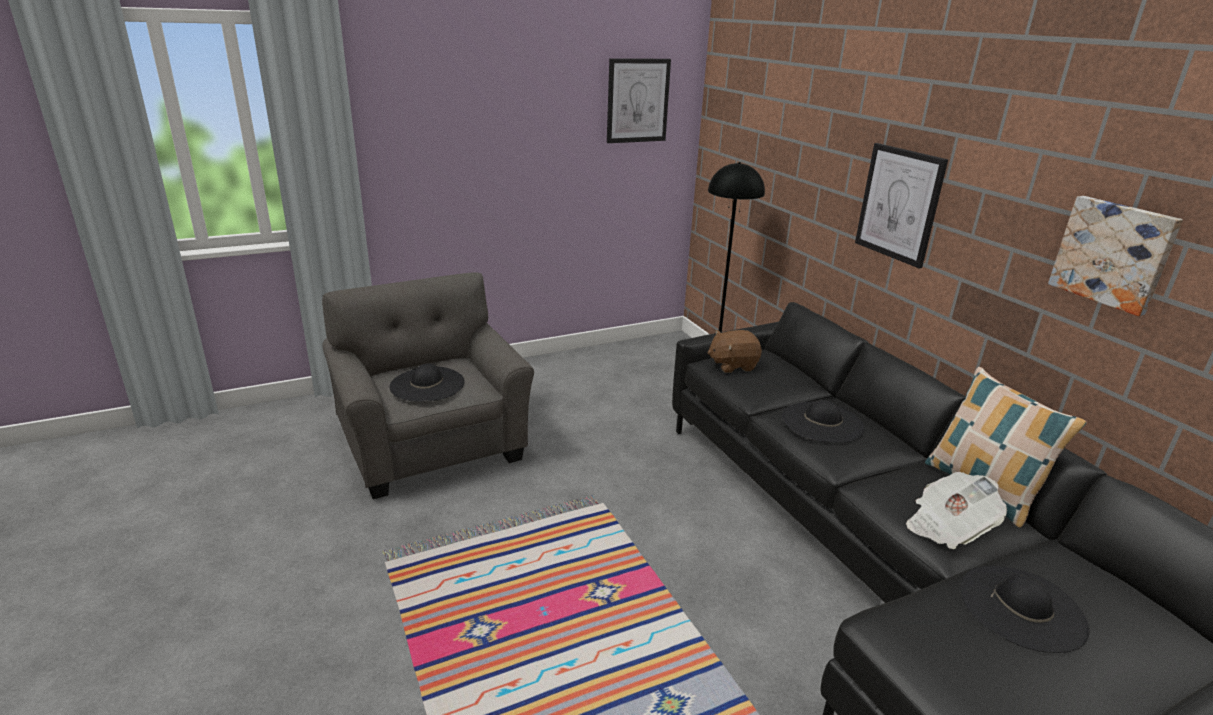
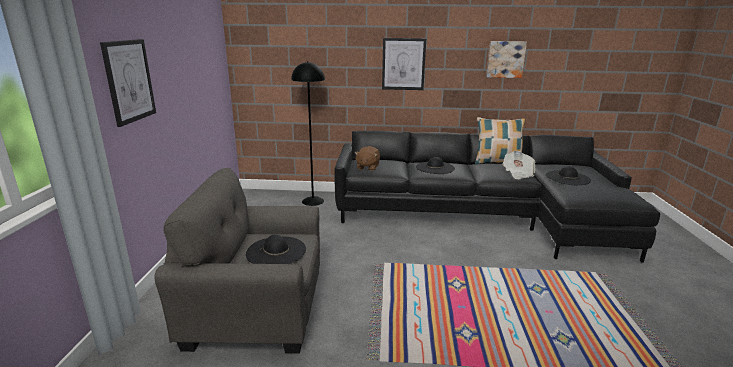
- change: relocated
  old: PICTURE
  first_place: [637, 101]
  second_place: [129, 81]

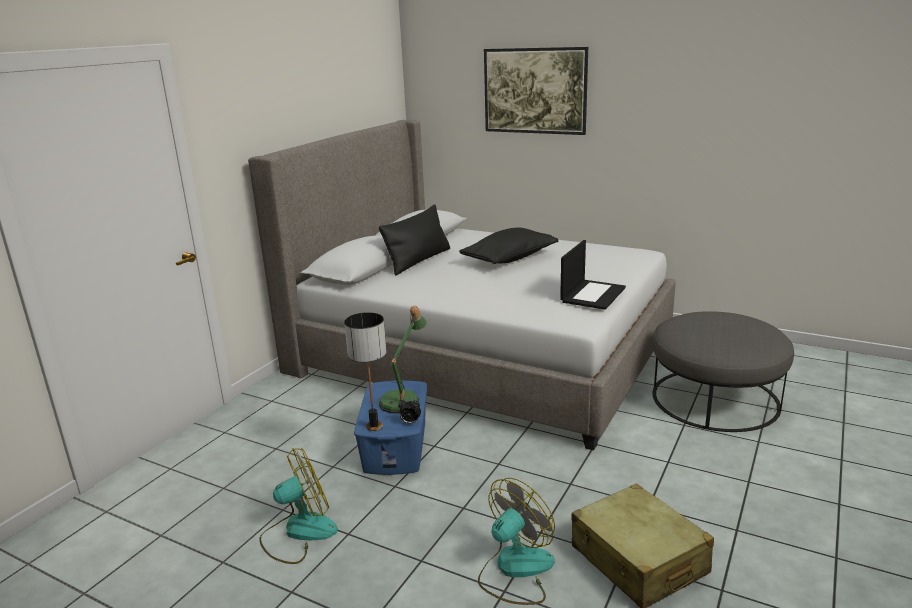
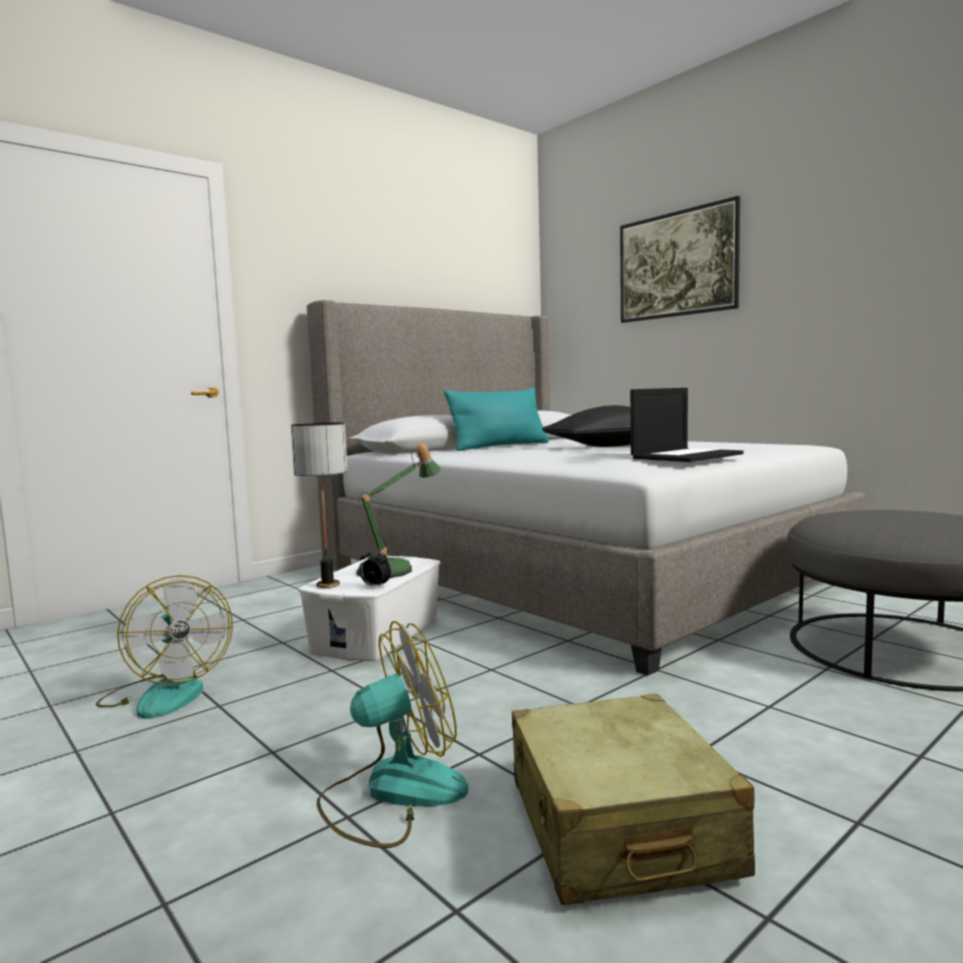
- change: colour
  old: BLUE STORAGE BOX
  new: WHITE STORAGE BOX
  first_place: [396, 445]
  second_place: [378, 634]
- change: colour
  old: BLACK PILLOW
  new: TURQUOISE PILLOW
  first_place: [418, 260]
  second_place: [500, 446]
- change: spun
  old: FAN
  first_place: [298, 532]
  second_place: [166, 694]
  degrees: 60

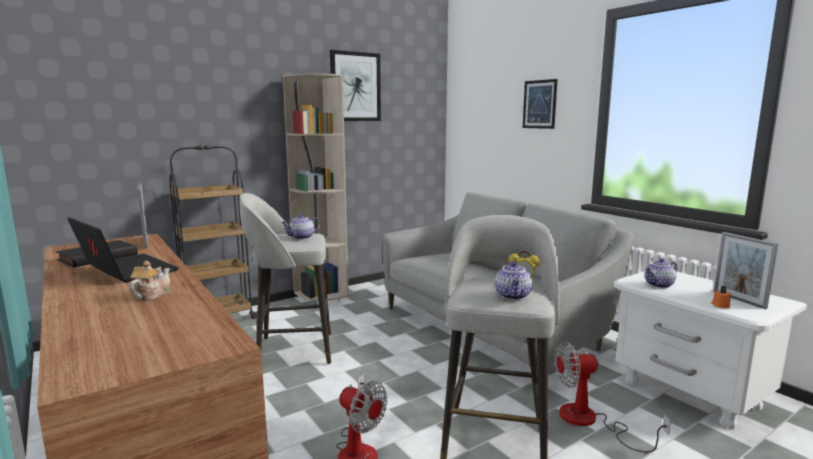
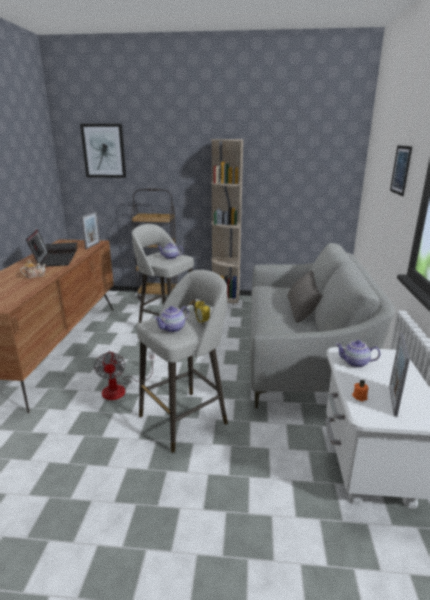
- change: missing
  old: FAN
  first_place: [590, 421]
- change: relocated
  old: PICTURE
  first_place: [355, 87]
  second_place: [104, 151]

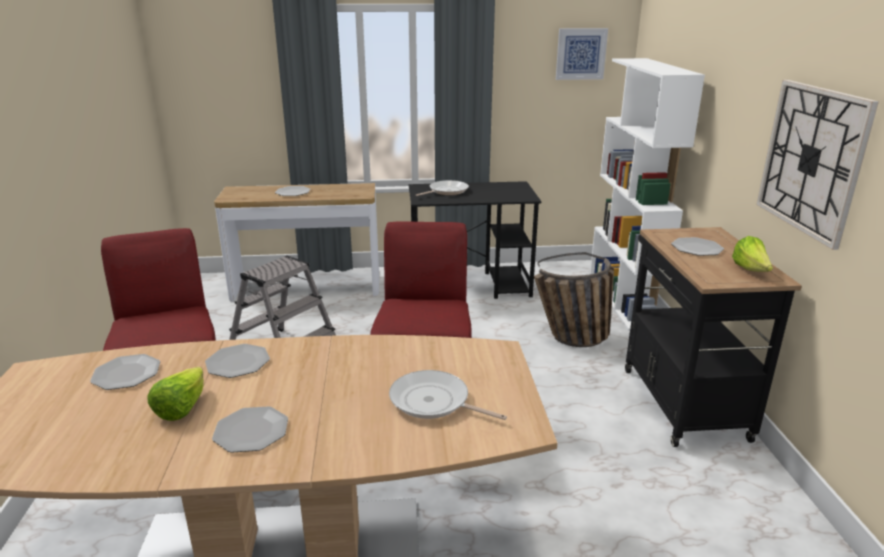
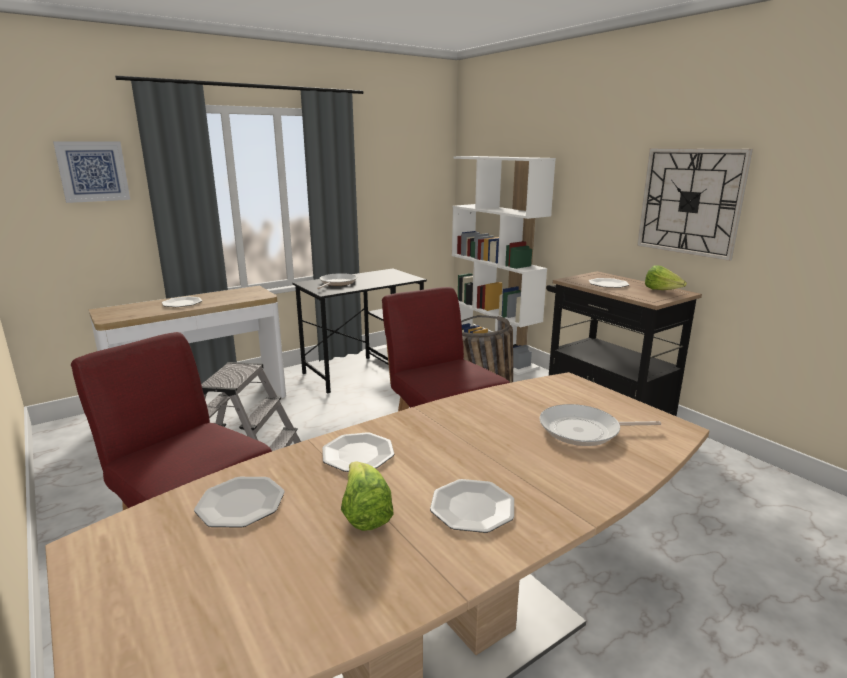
- change: relocated
  old: PICTURE
  first_place: [581, 54]
  second_place: [93, 171]

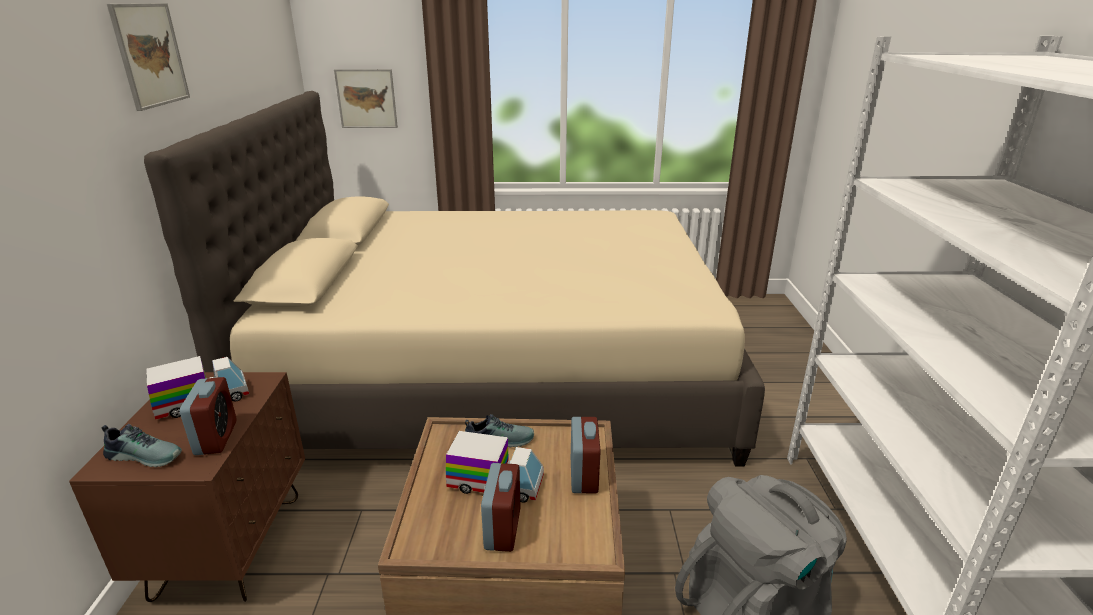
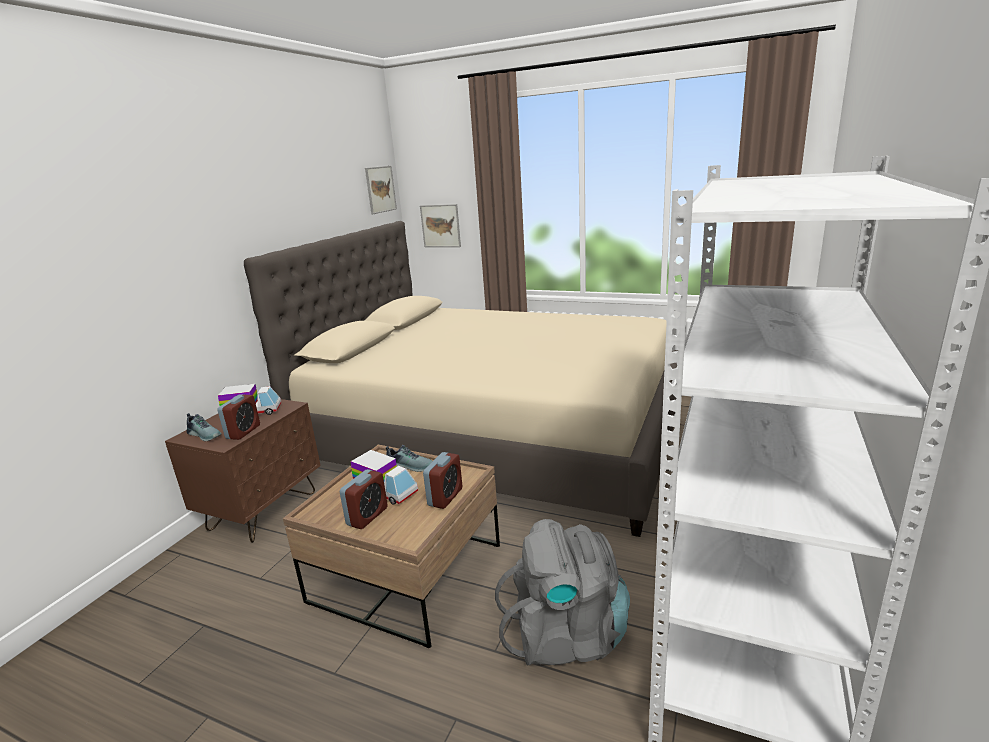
- change: relocated
  old: PICTURE
  first_place: [150, 55]
  second_place: [380, 189]

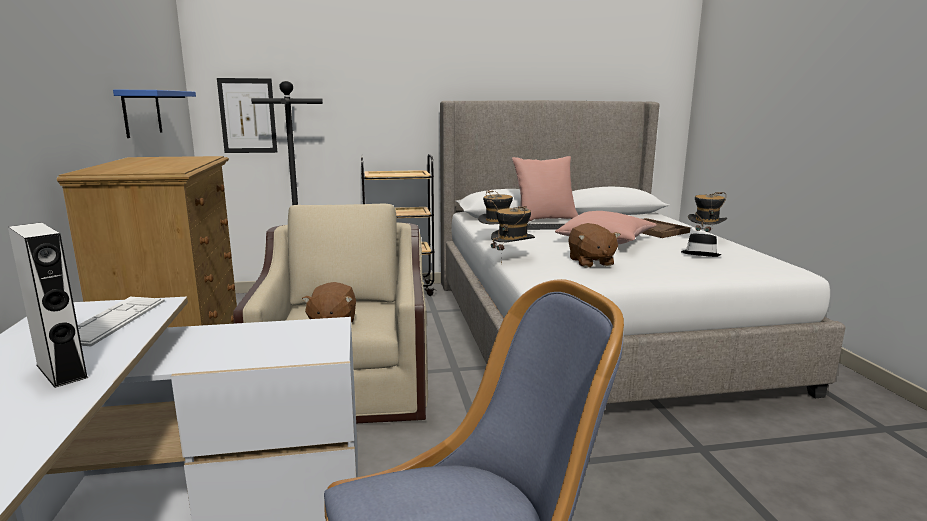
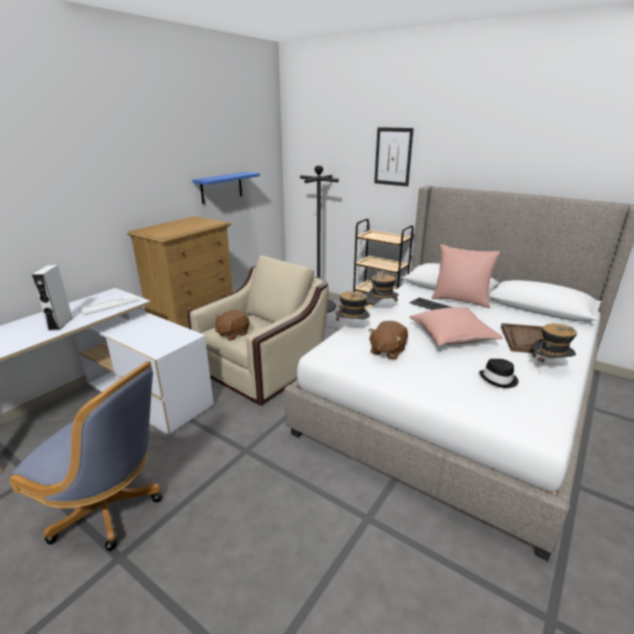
- change: relocated
  old: PICTURE
  first_place: [248, 116]
  second_place: [393, 157]

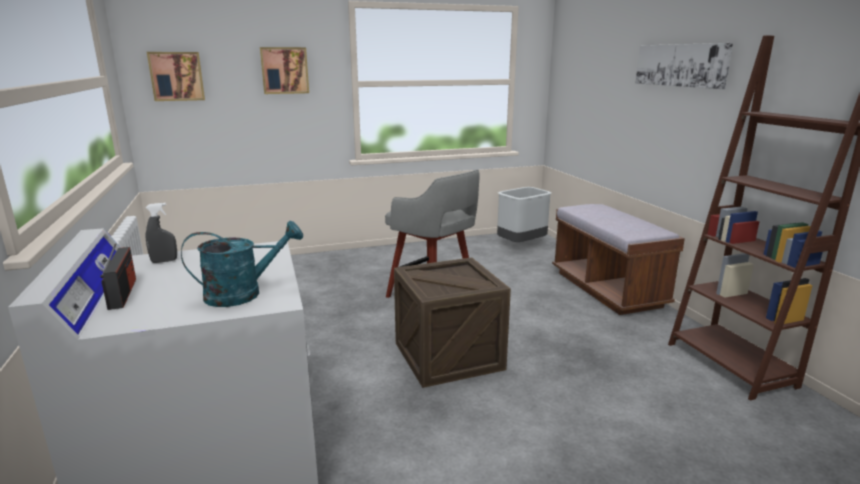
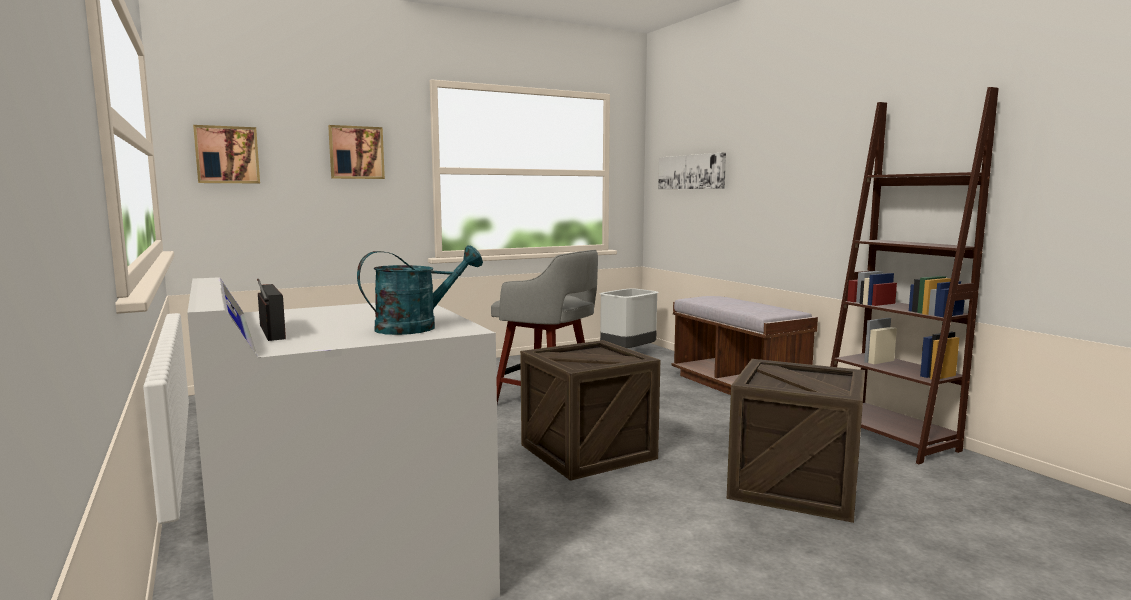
- change: missing
  old: GREY SPRAY BOTTLE
  first_place: [164, 261]
- change: appeared
  new: CRATE
  second_place: [794, 486]
- change: relocated
  old: PICTURE
  first_place: [681, 65]
  second_place: [691, 172]

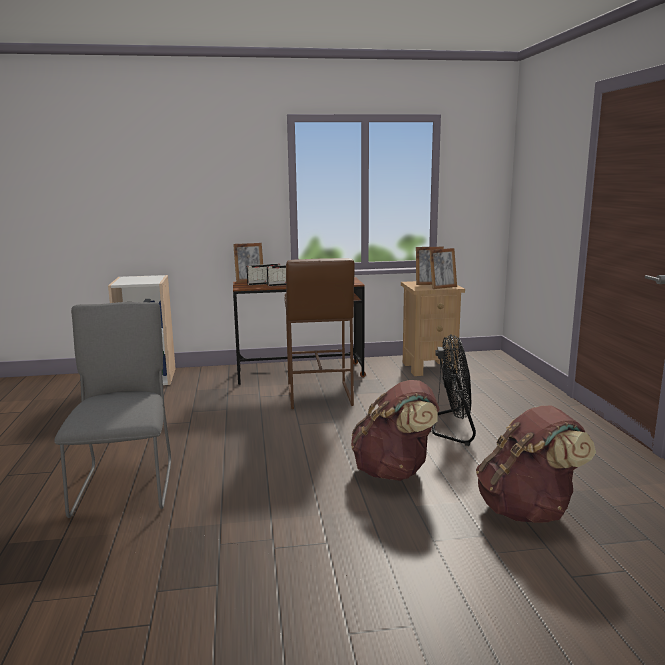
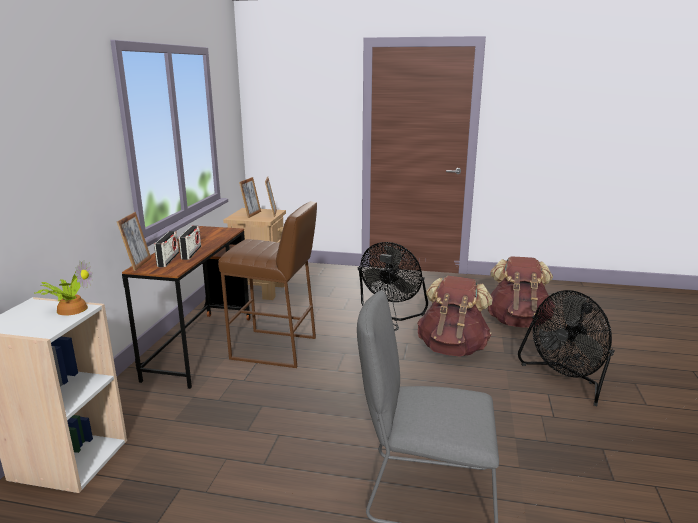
- change: appeared
  new: POTTED PLANT
  second_place: [71, 309]
- change: appeared
  new: BLACK FAN
  second_place: [565, 377]

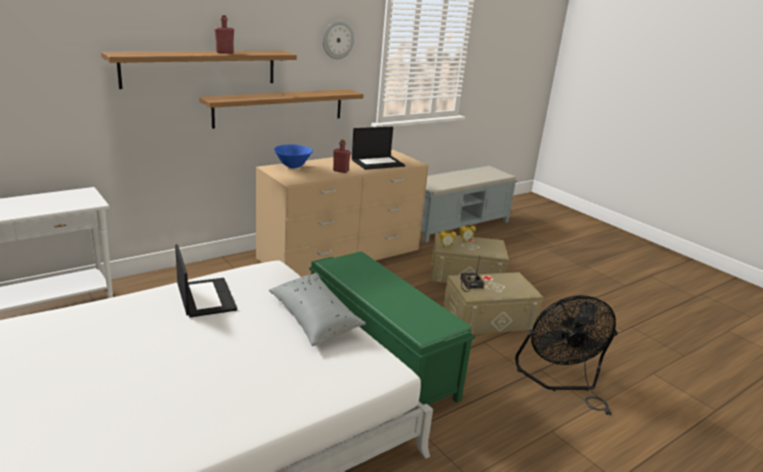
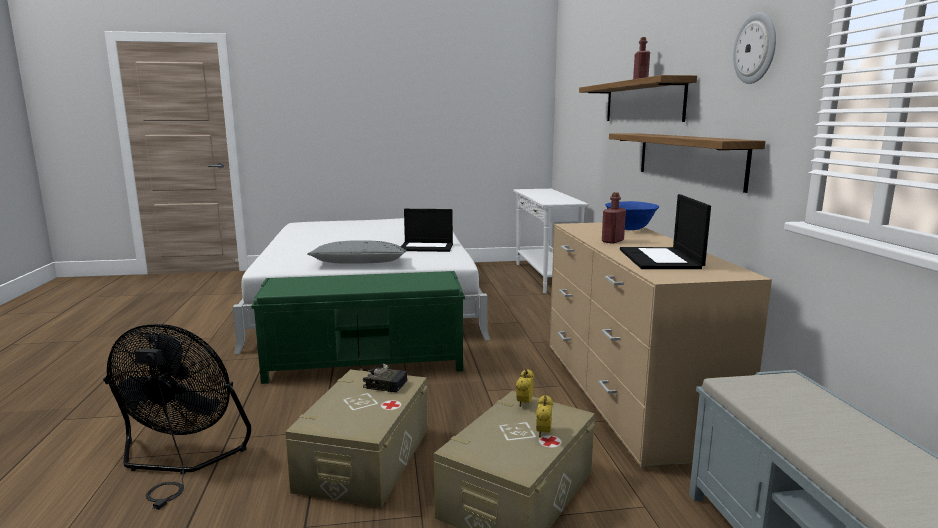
- change: spun
  old: BLACK FAN
  first_place: [568, 382]
  second_place: [175, 461]
  degrees: -105

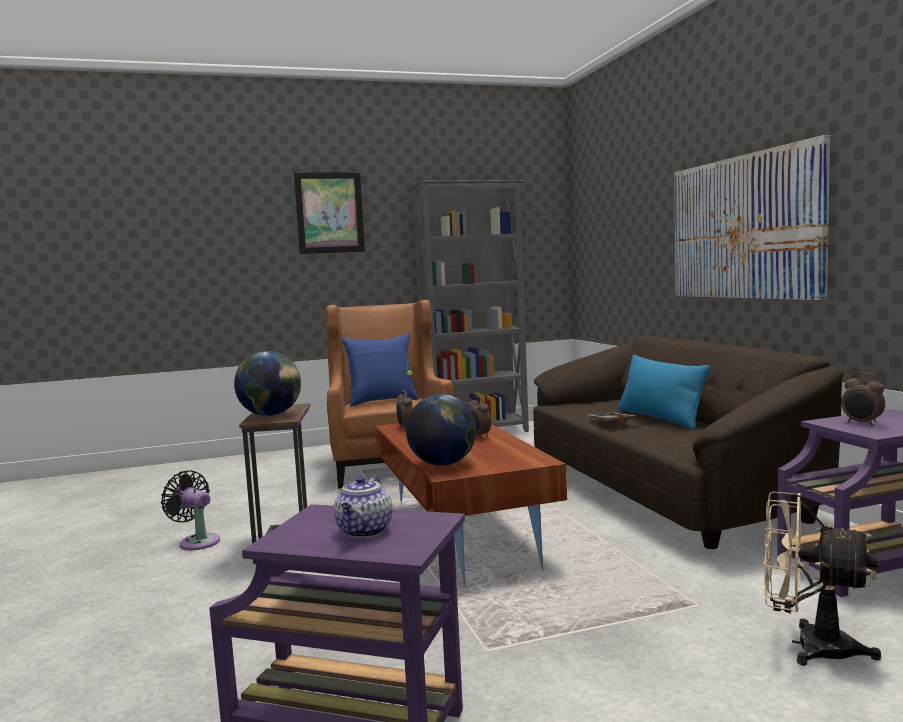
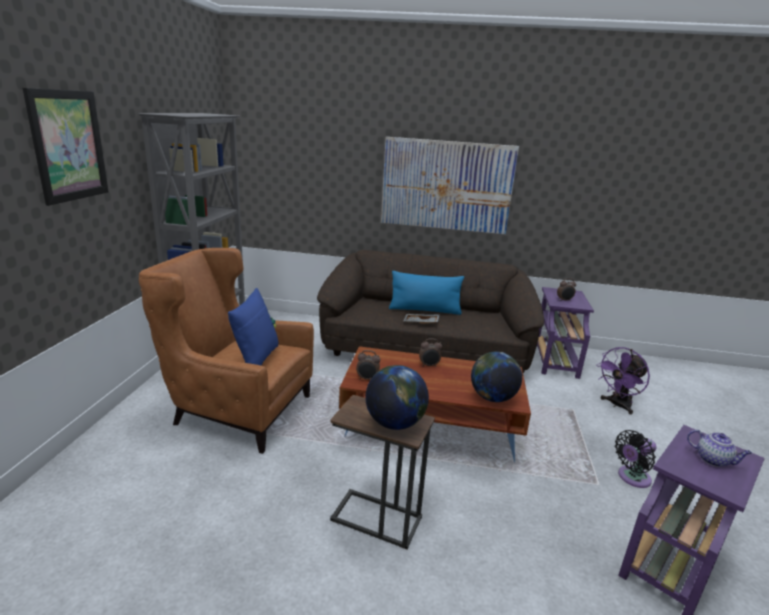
- change: relocated
  old: BLACK FAN
  first_place: [197, 541]
  second_place: [631, 478]
- change: colour
  old: BEIGE FAN
  new: PURPLE FAN
  first_place: [809, 646]
  second_place: [617, 405]

